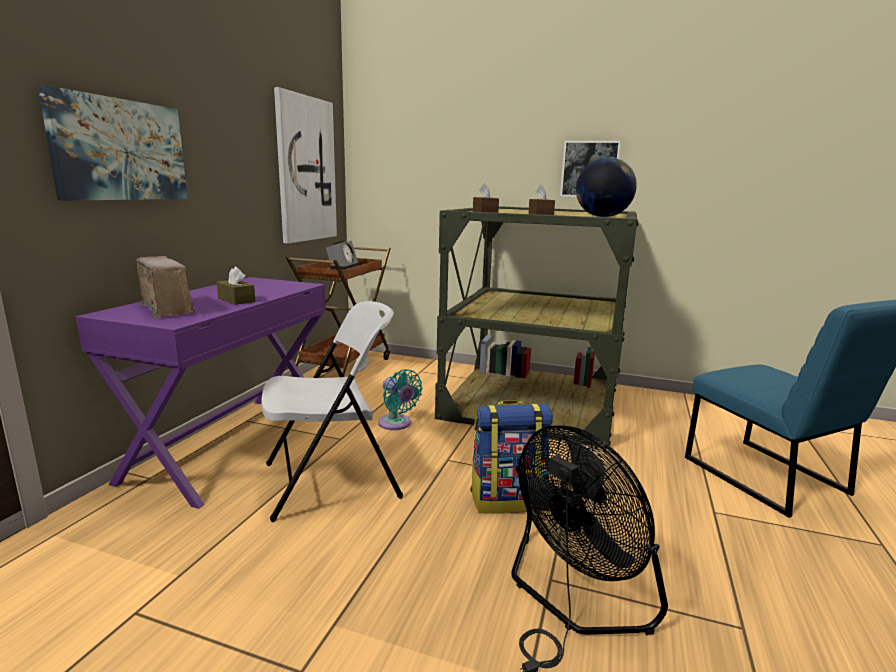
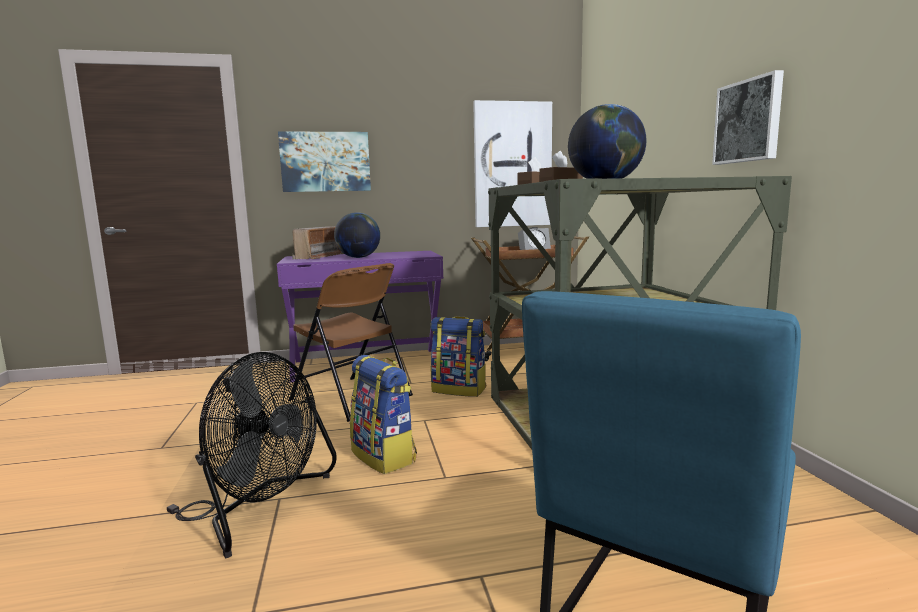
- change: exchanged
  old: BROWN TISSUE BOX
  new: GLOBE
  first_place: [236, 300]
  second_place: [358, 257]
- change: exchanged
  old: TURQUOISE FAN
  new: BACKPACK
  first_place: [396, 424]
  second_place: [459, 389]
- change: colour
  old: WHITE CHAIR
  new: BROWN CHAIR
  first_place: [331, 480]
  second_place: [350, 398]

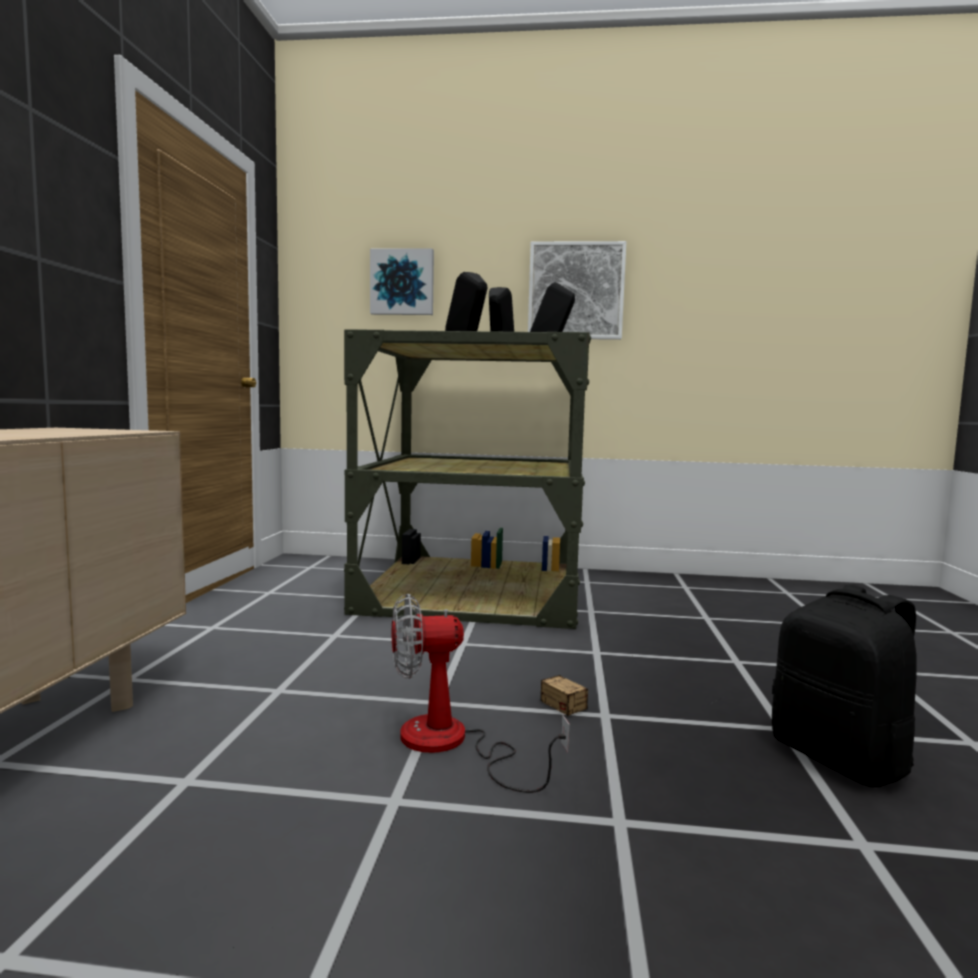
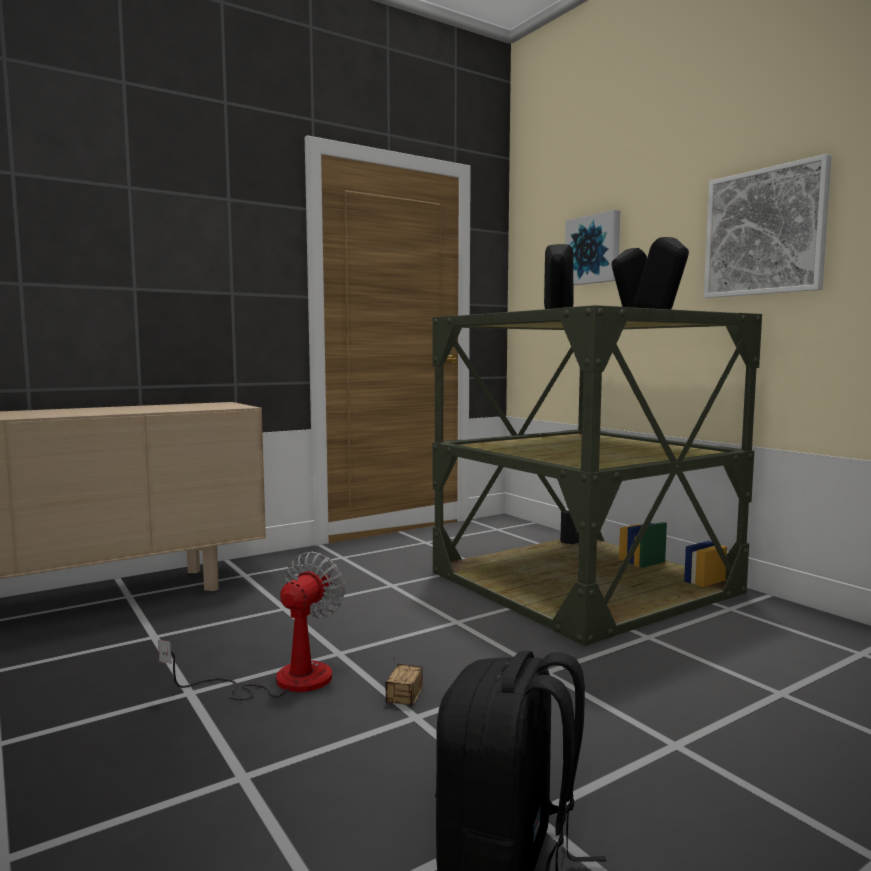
- change: spun
  old: FAN
  first_place: [451, 744]
  second_place: [282, 681]
  degrees: 75

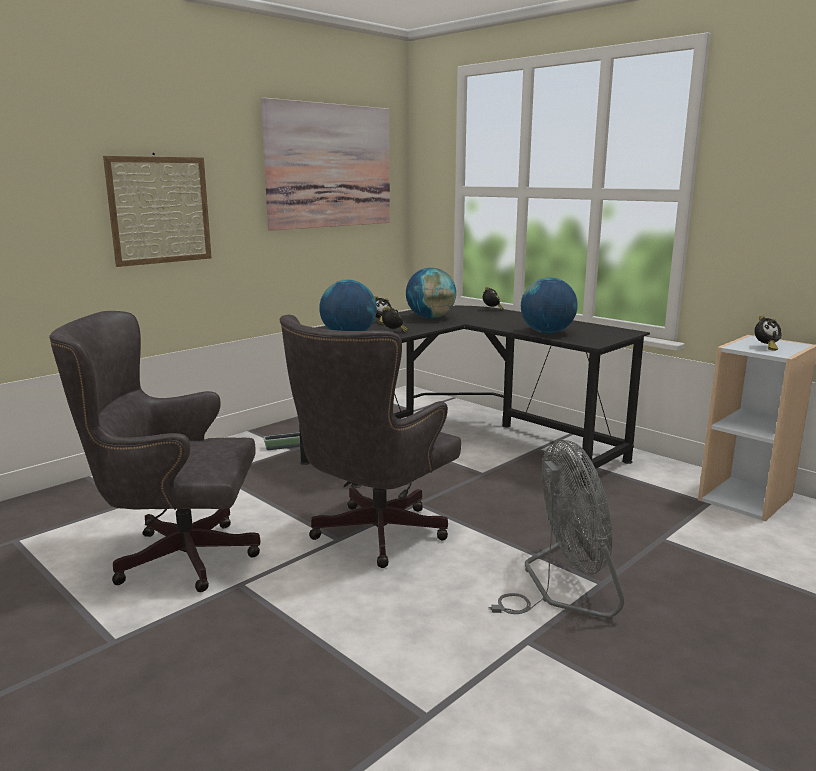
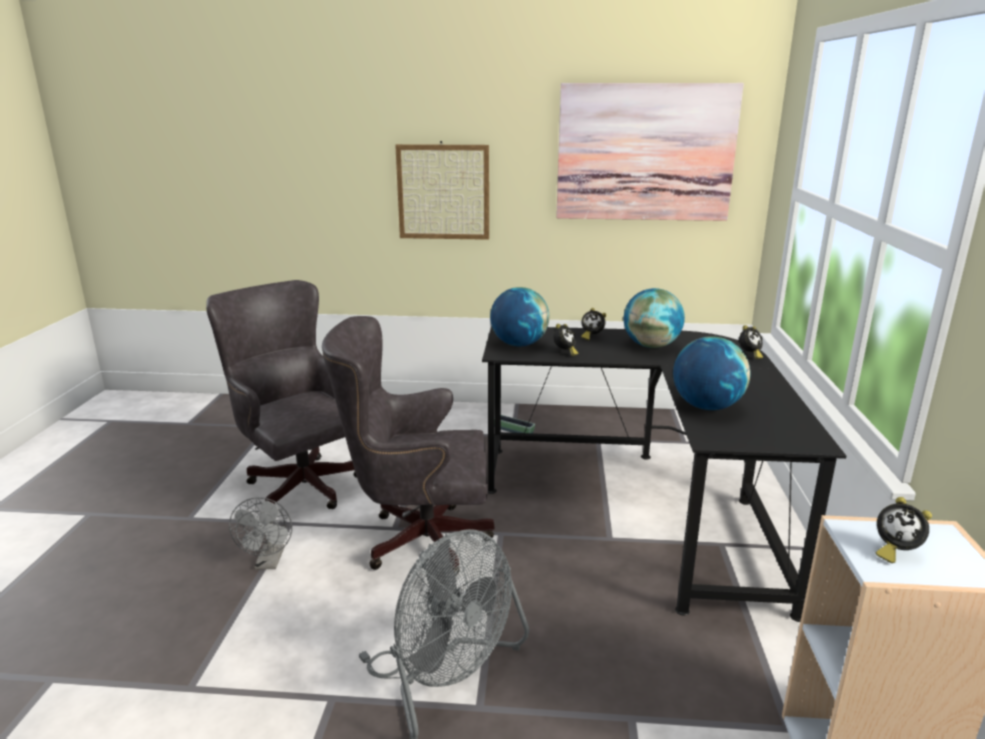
- change: appeared
  new: GREY FAN
  second_place: [269, 563]

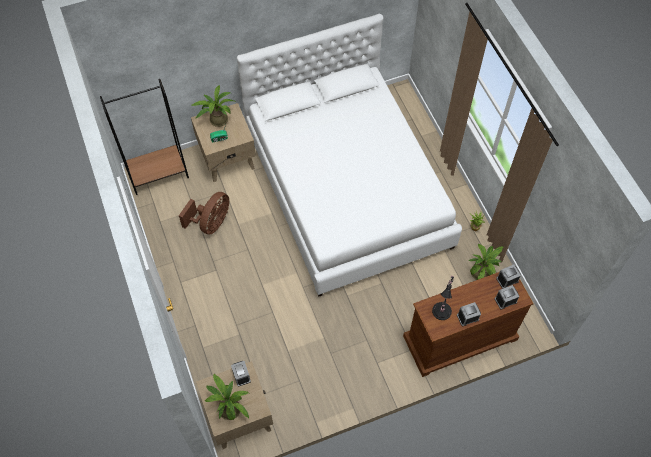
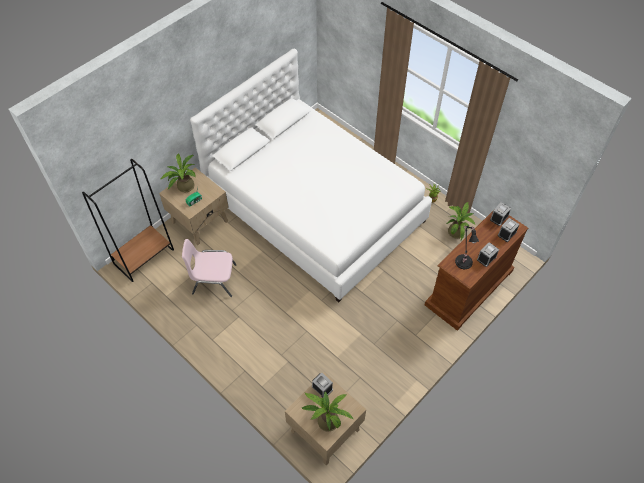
- change: exchanged
  old: BROWN FAN
  new: PINK CHAIR
  first_place: [211, 223]
  second_place: [213, 279]

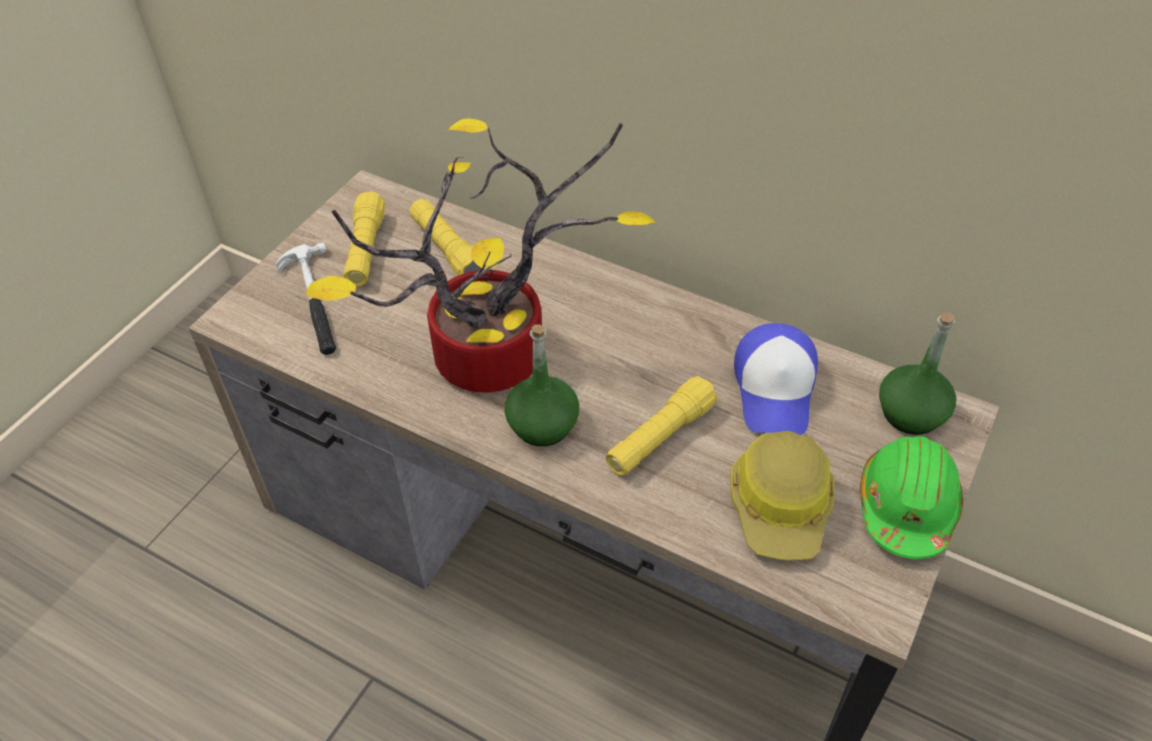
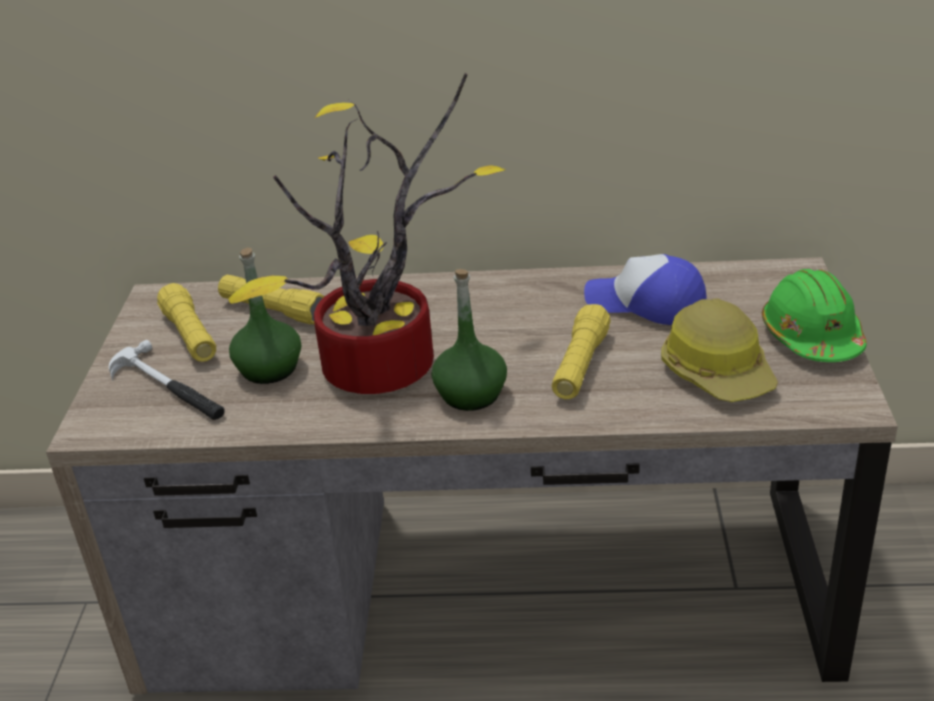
- change: relocated
  old: GREEN BOTTLE
  first_place: [910, 414]
  second_place: [269, 369]
- change: spun
  old: CAP
  first_place: [775, 389]
  second_place: [646, 304]
  degrees: 135

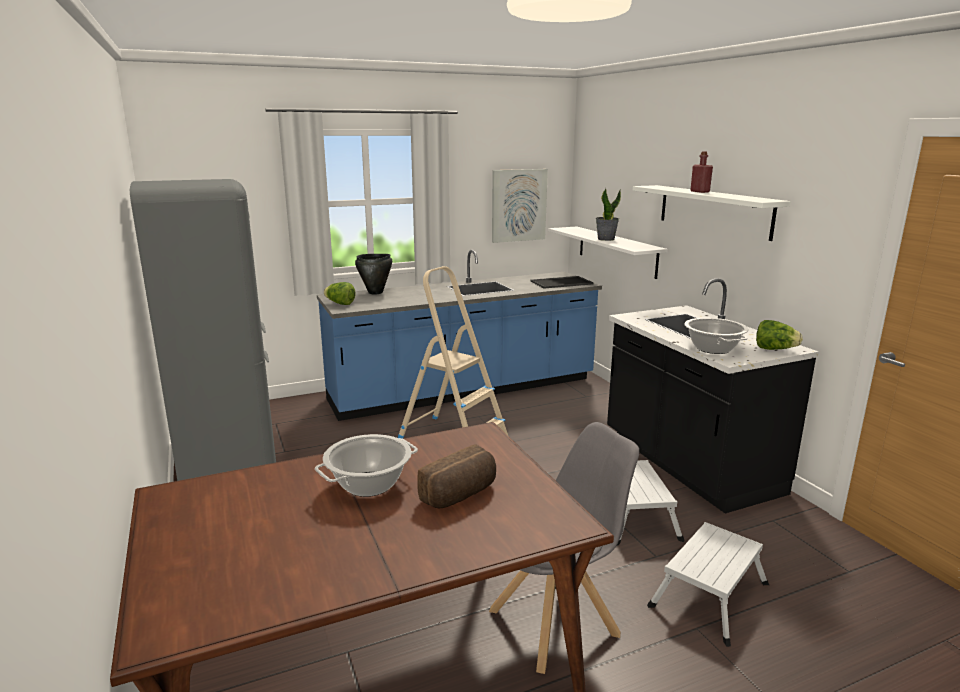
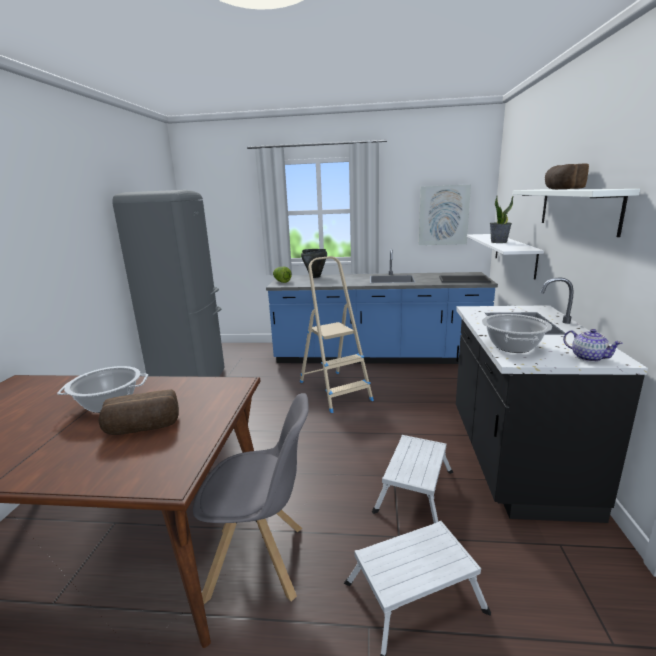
- change: exchanged
  old: RED BOTTLE
  new: BREAD
  first_place: [700, 191]
  second_place: [561, 189]
- change: exchanged
  old: LETTUCE
  new: TEAPOT
  first_place: [774, 349]
  second_place: [588, 357]

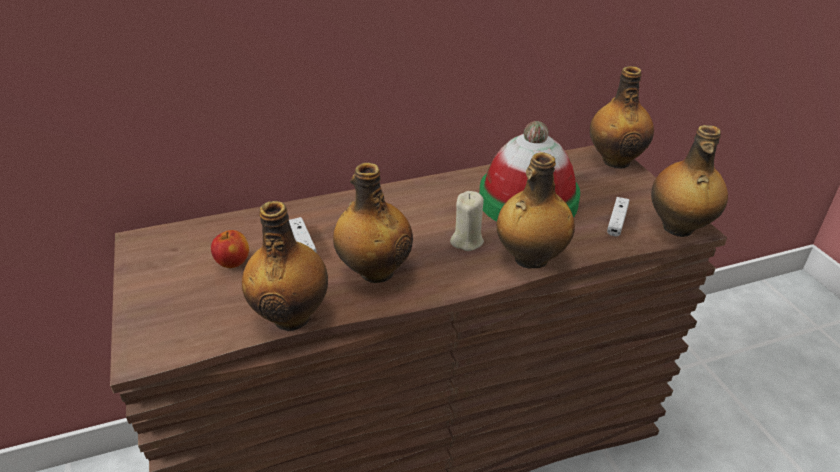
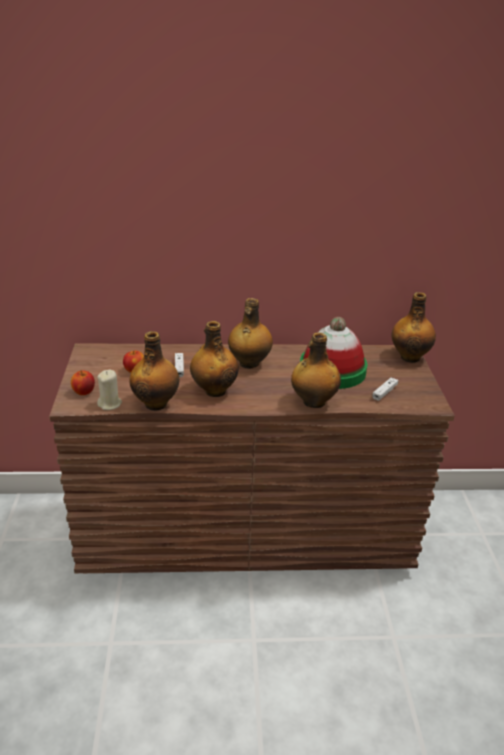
- change: appeared
  new: APPLE
  second_place: [83, 392]
- change: relocated
  old: BEIGE CANDLE
  first_place: [467, 241]
  second_place: [110, 404]
- change: relocated
  old: BOTTLE
  first_place: [678, 228]
  second_place: [249, 363]

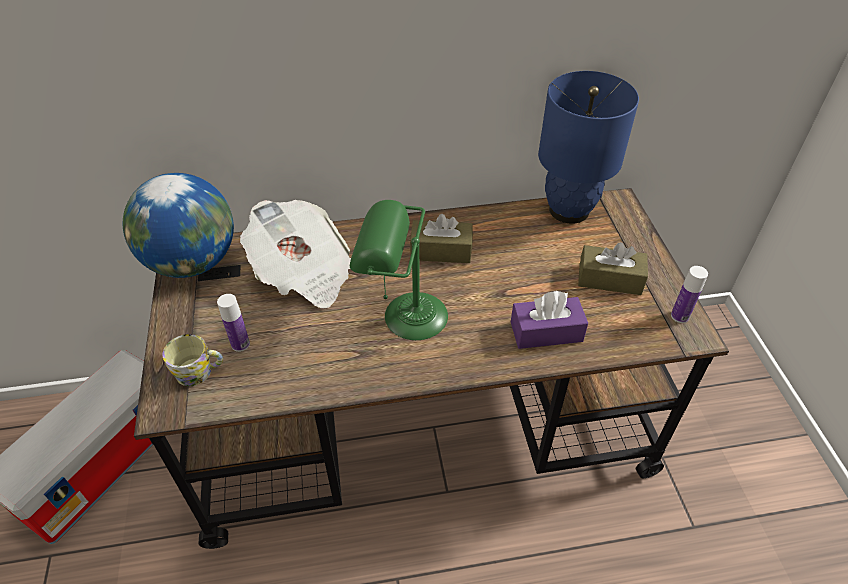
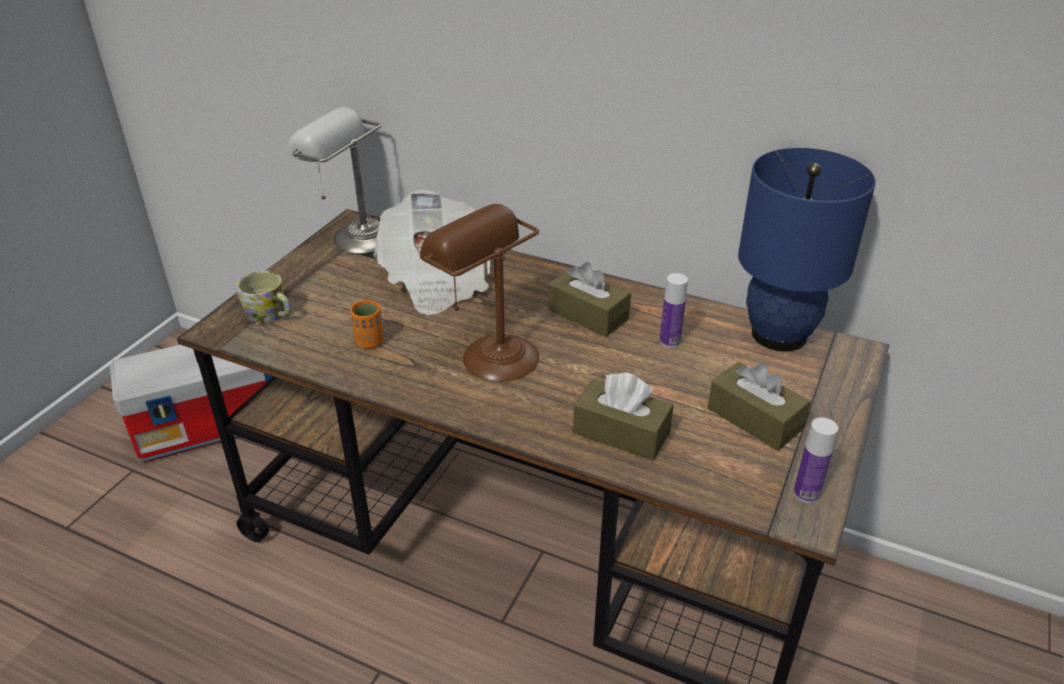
- change: appeared
  new: ORANGE CUP
  second_place: [369, 342]
- change: relocated
  old: BOTTLE
  first_place: [240, 344]
  second_place: [669, 341]
- change: exchanged
  old: GLOBE
  new: WHITE TABLE LAMP
  first_place: [192, 262]
  second_place: [353, 234]
- change: colour
  old: GREEN TABLE LAMP
  new: BROWN TABLE LAMP
  first_place: [402, 315]
  second_place: [487, 351]
- change: colour
  old: PURPLE TISSUE BOX
  new: BROWN TISSUE BOX
  first_place: [546, 332]
  second_place: [621, 432]

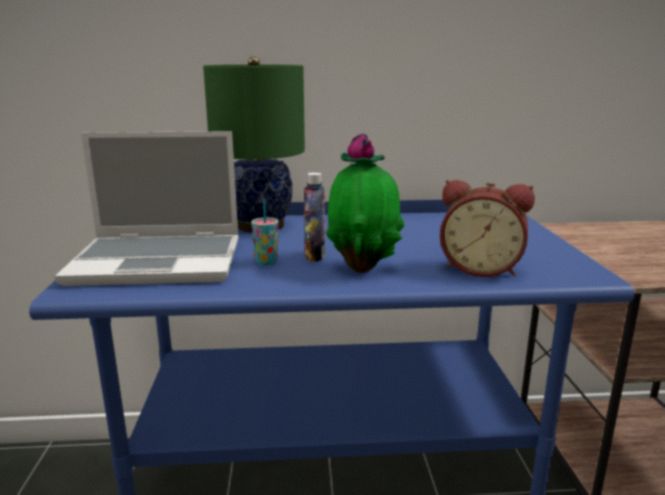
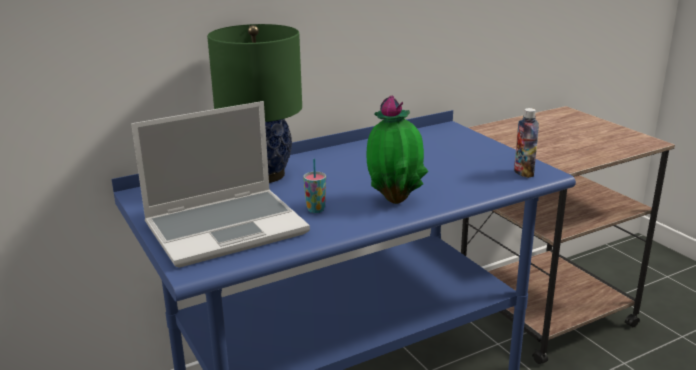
- change: missing
  old: ALARM CLOCK
  first_place: [480, 268]
- change: relocated
  old: BOTTLE
  first_place: [315, 256]
  second_place: [523, 173]

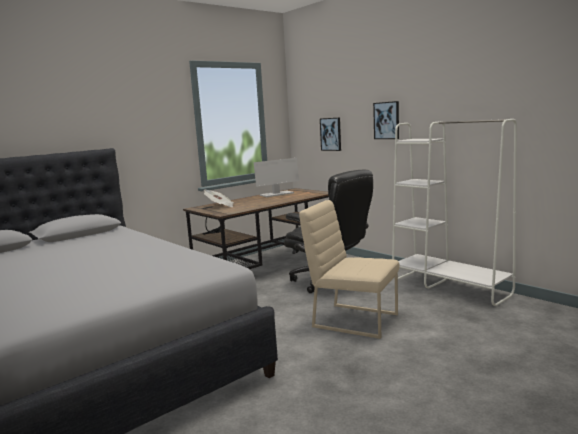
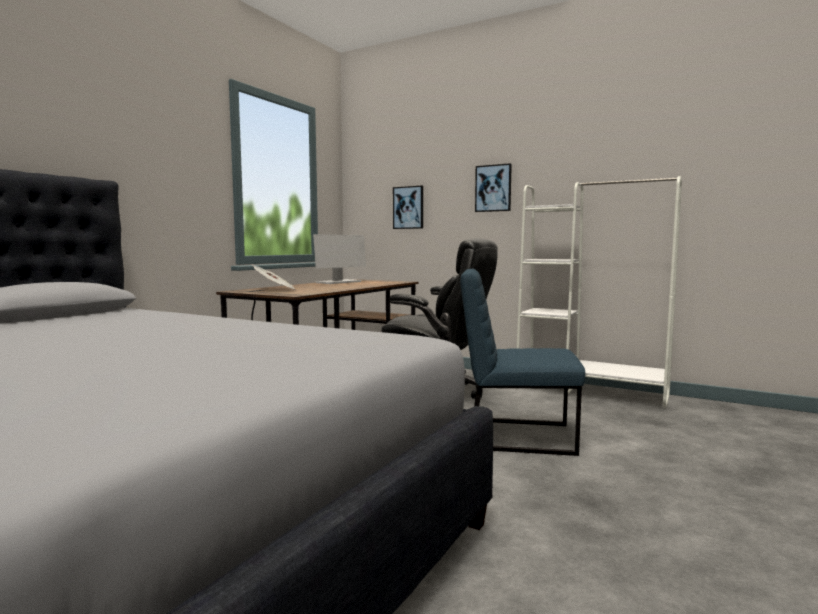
- change: colour
  old: BEIGE CHAIR
  new: BLUE CHAIR
  first_place: [353, 320]
  second_place: [516, 436]

